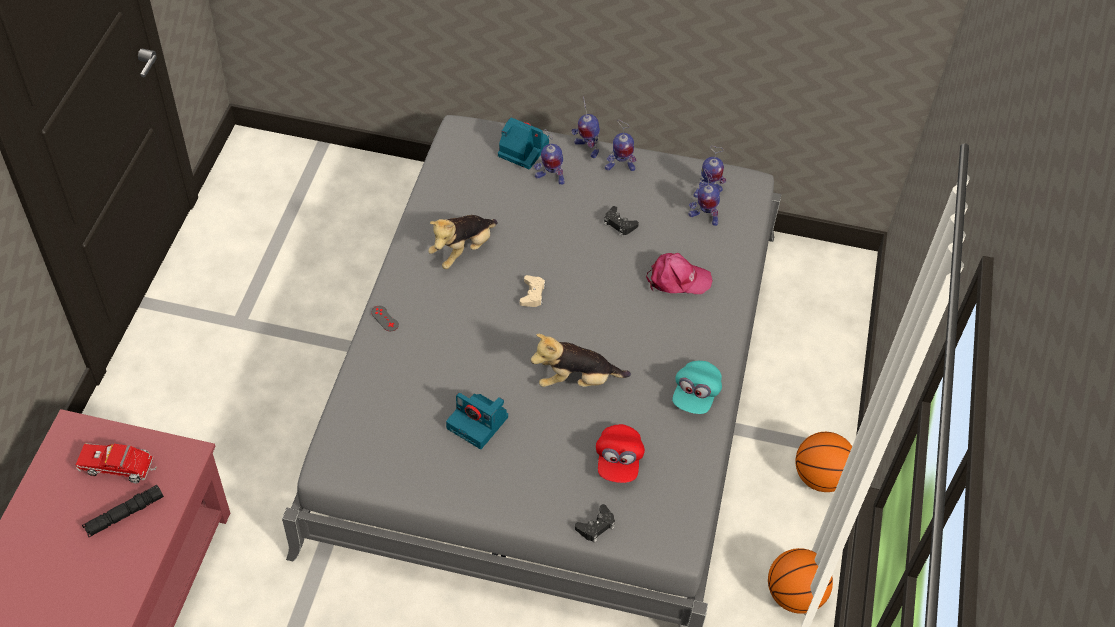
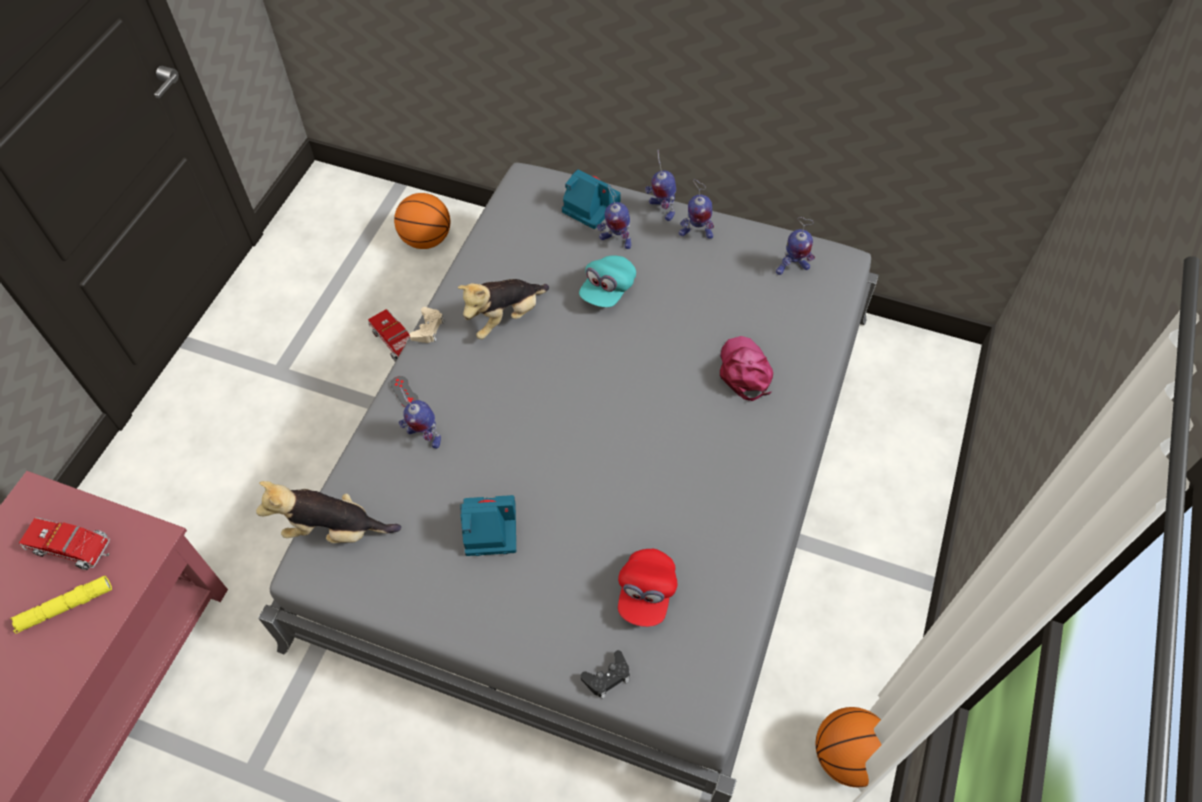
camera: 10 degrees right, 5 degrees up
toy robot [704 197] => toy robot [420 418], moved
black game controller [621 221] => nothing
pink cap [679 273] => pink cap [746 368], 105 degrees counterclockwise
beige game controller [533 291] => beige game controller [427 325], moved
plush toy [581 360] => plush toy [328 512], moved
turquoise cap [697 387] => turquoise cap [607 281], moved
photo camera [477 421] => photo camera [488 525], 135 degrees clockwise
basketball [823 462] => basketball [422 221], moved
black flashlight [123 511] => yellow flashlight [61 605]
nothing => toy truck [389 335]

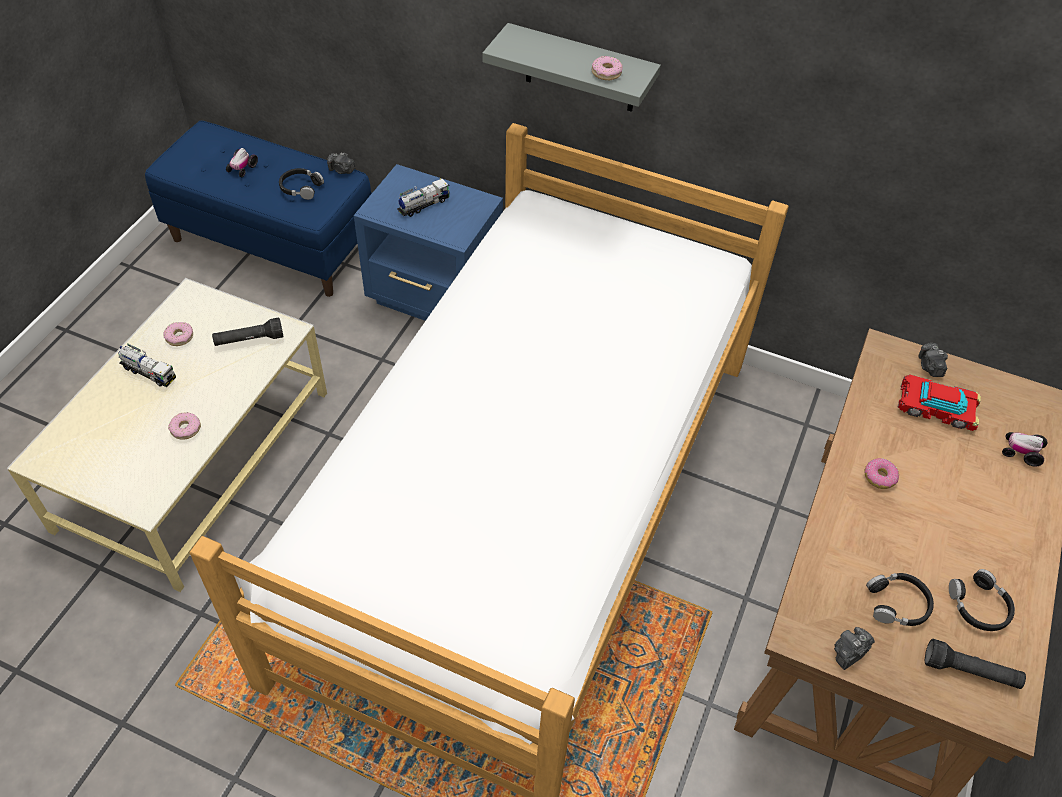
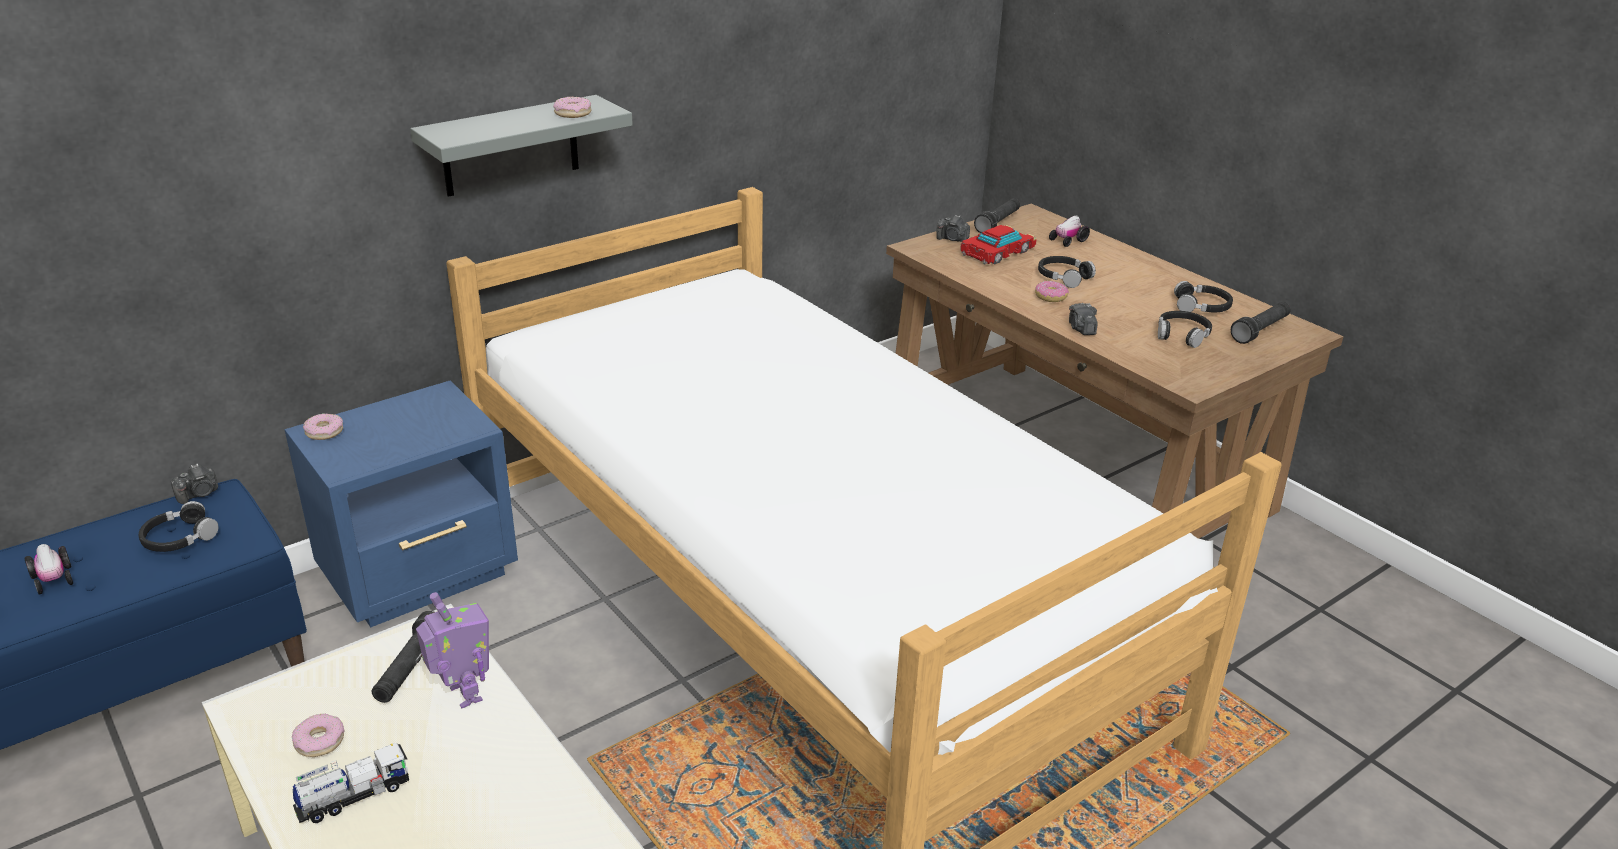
camera: 60 degrees left, 20 degrees down
toy truck [423 197] => nothing
donut [184 426] => donut [323 426], moved
photo camera [854 648] => photo camera [1083 319], moved
nothing => black flashlight [997 215]
nothing => black headphones [1067 272]
nothing => toy robot [452 650]

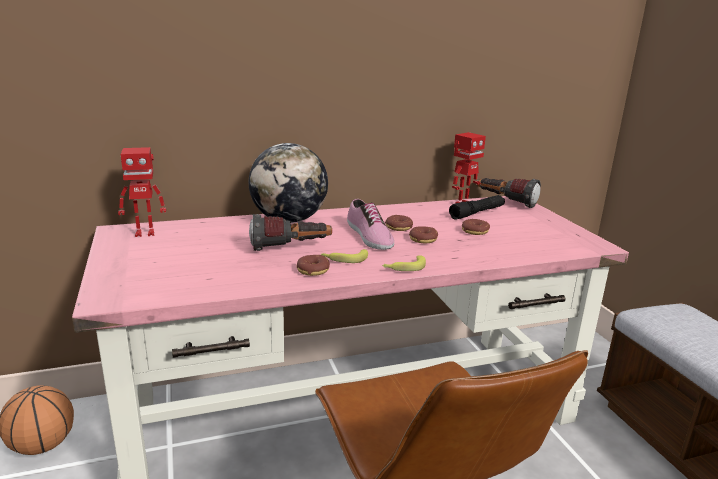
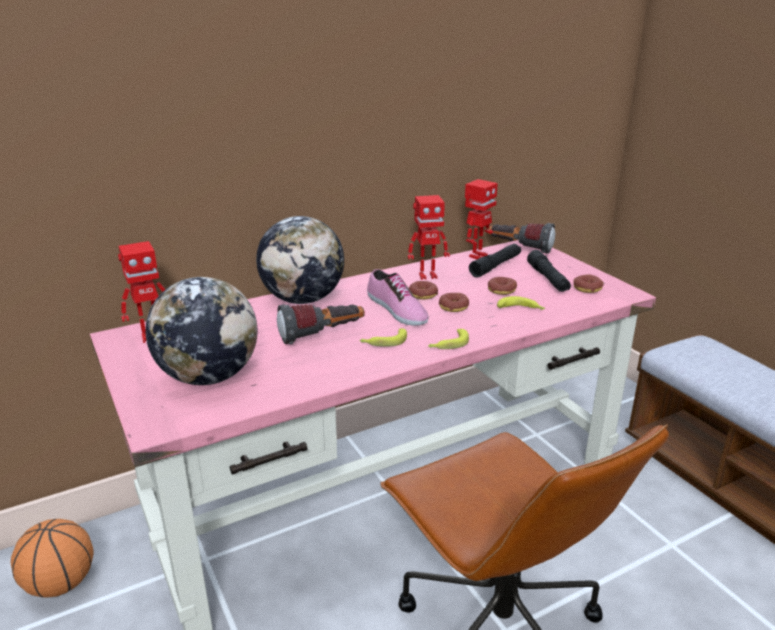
camera: 10 degrees left, 5 degrees up
donut [313 265] => donut [588 283], moved
nothing => toy robot [429 237]
nothing => black flashlight [549 271]
nothing => globe [201 331]
nothing => banana [521 303]

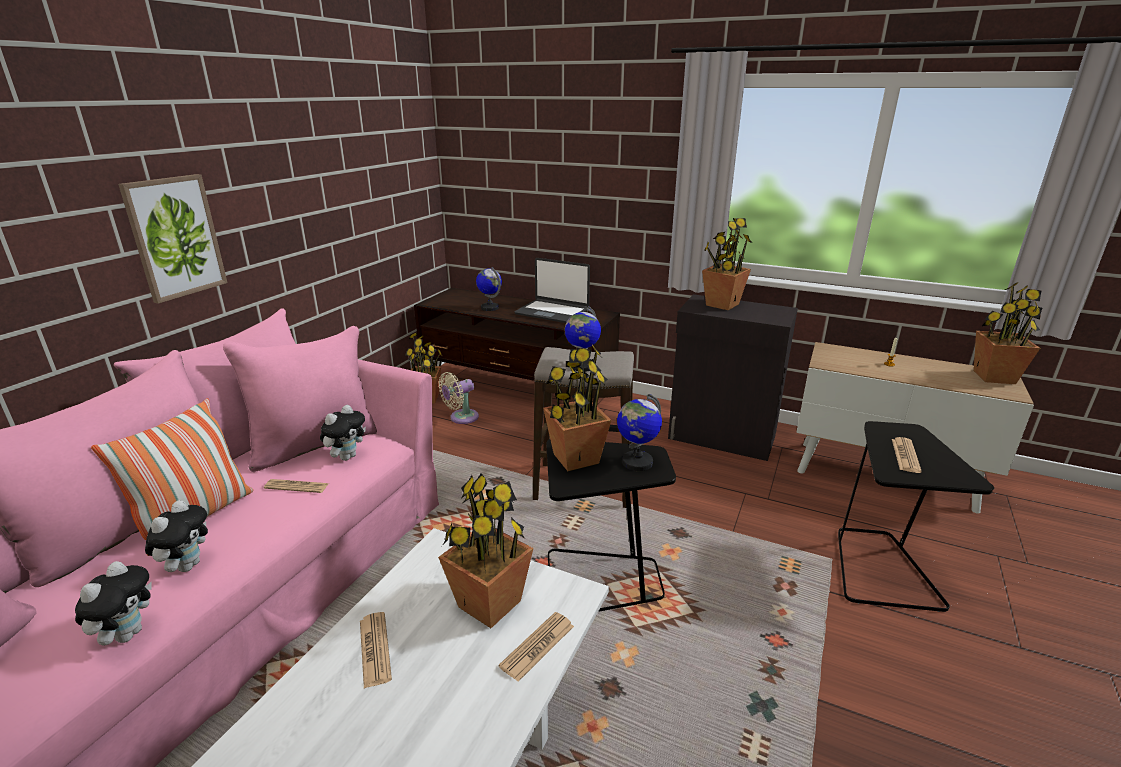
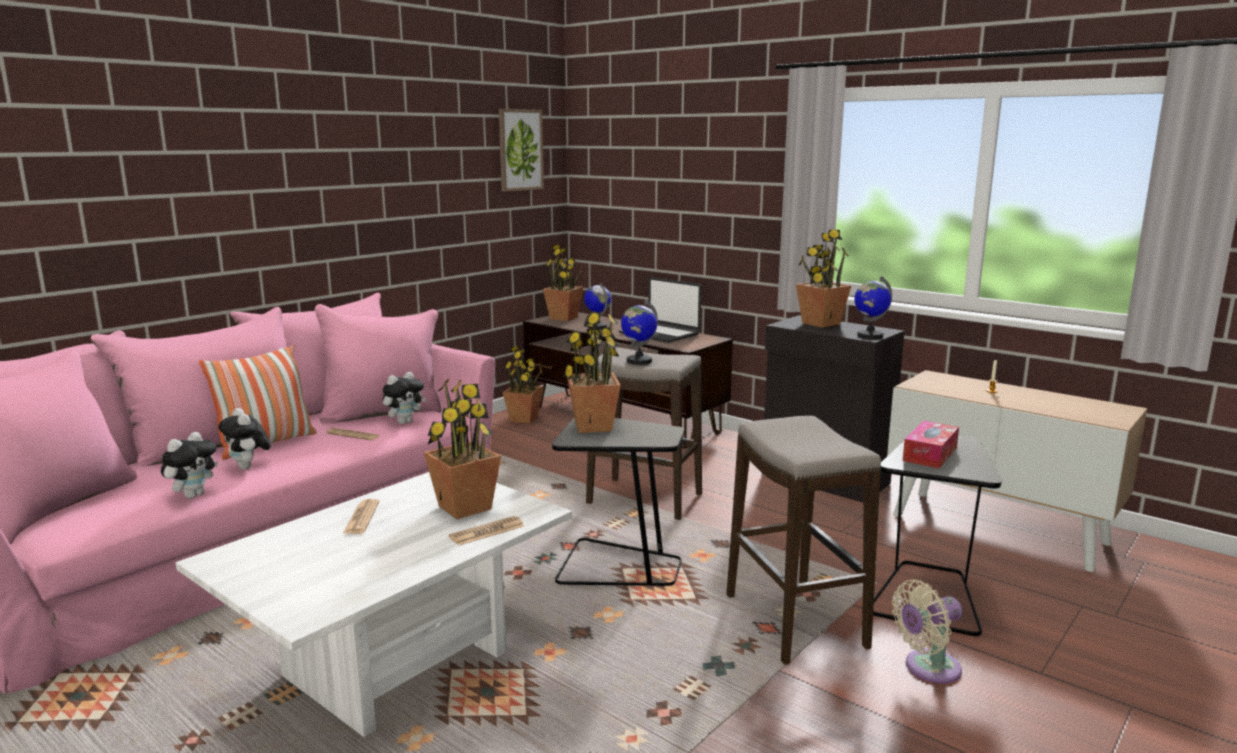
camera: 15 degrees right, 10 degrees down
picture [172 239] => picture [521 150], moved
potted plant [1008 333] => potted plant [563 283], moved
beige fan [459 398] => beige fan [927 632], moved
globe [639 432] => globe [873 307], moved
newspaper [907 455] => tissue box [931 444]
plush toy [176 536] => plush toy [244 439], 120 degrees clockwise
nothing => stool [803 540]

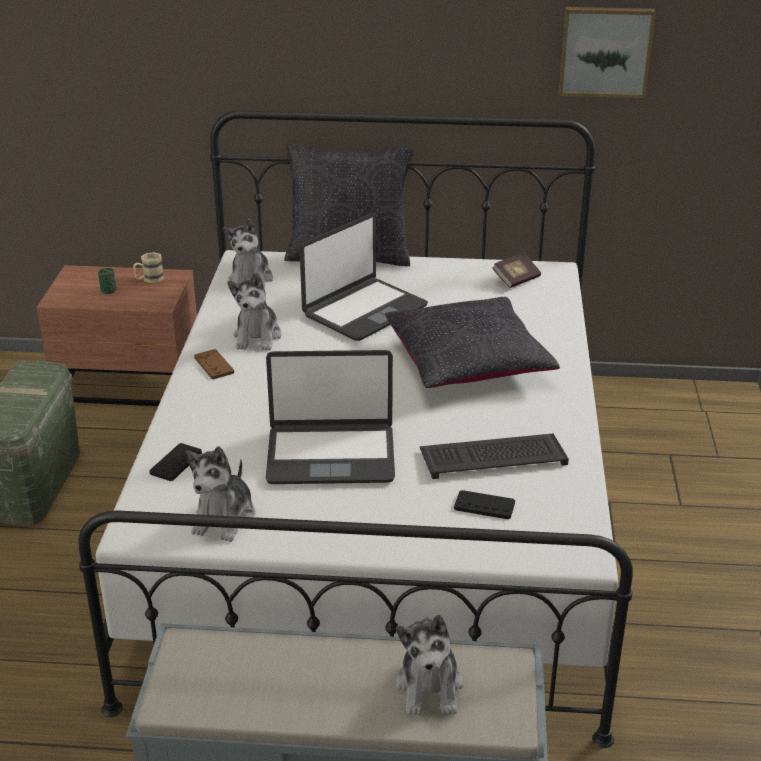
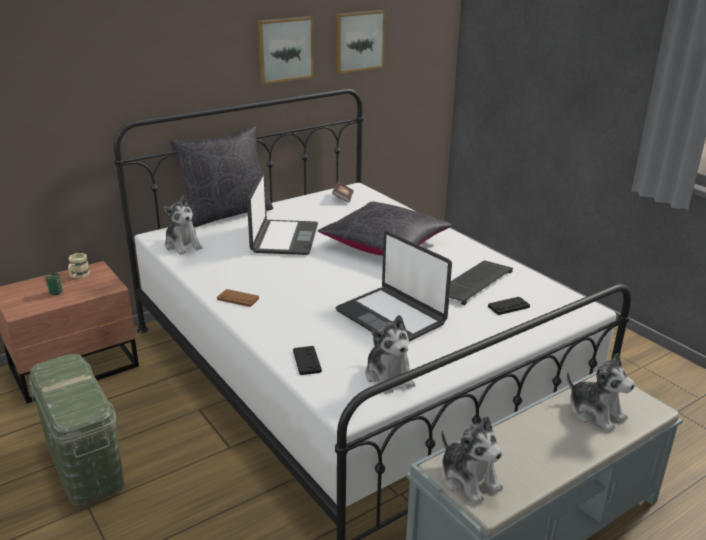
camera: 40 degrees left, 5 degrees down
plush toy [254 311] => plush toy [472 460], moved
laptop [330 417] => laptop [393 286], 90 degrees clockwise
nothing => picture [285 50]

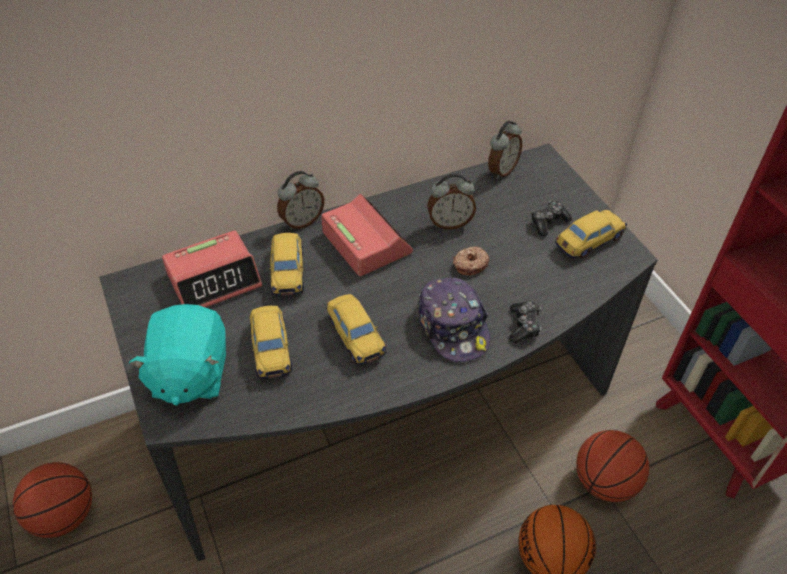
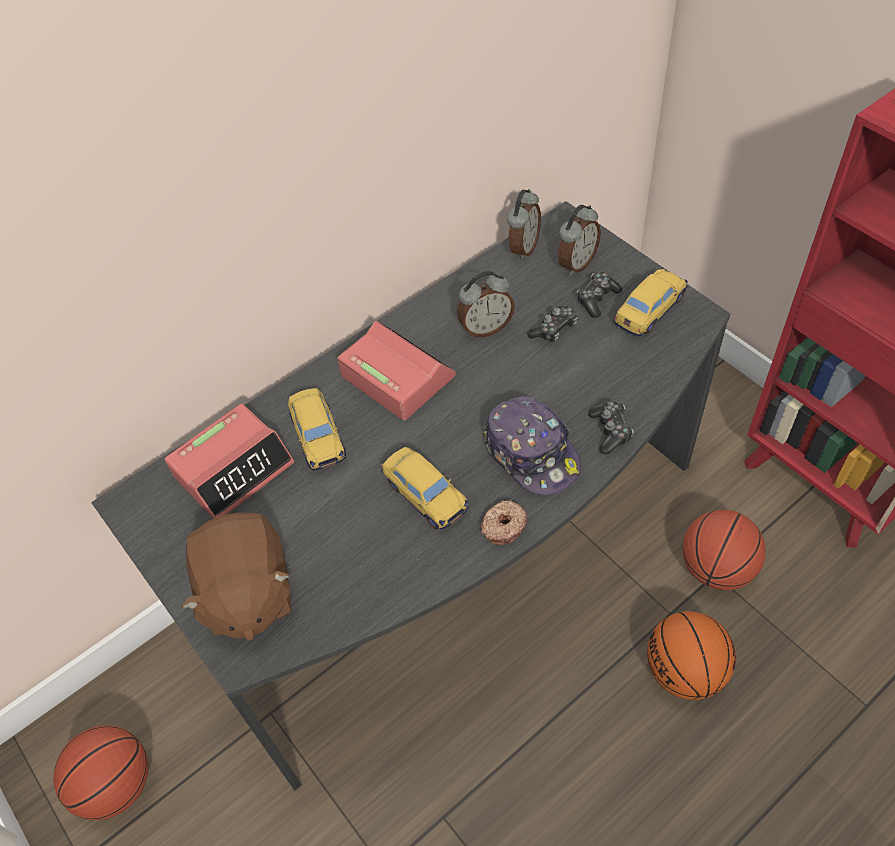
camera: 10 degrees left, 5 degrees up
alarm clock [300 200] => alarm clock [579 240], moved
donut [471 260] => donut [504 522], moved
turquoise plush toy [177 355] => brown plush toy [237 576]
toy car [271 342] => nothing
nothing => game controller [552 324]

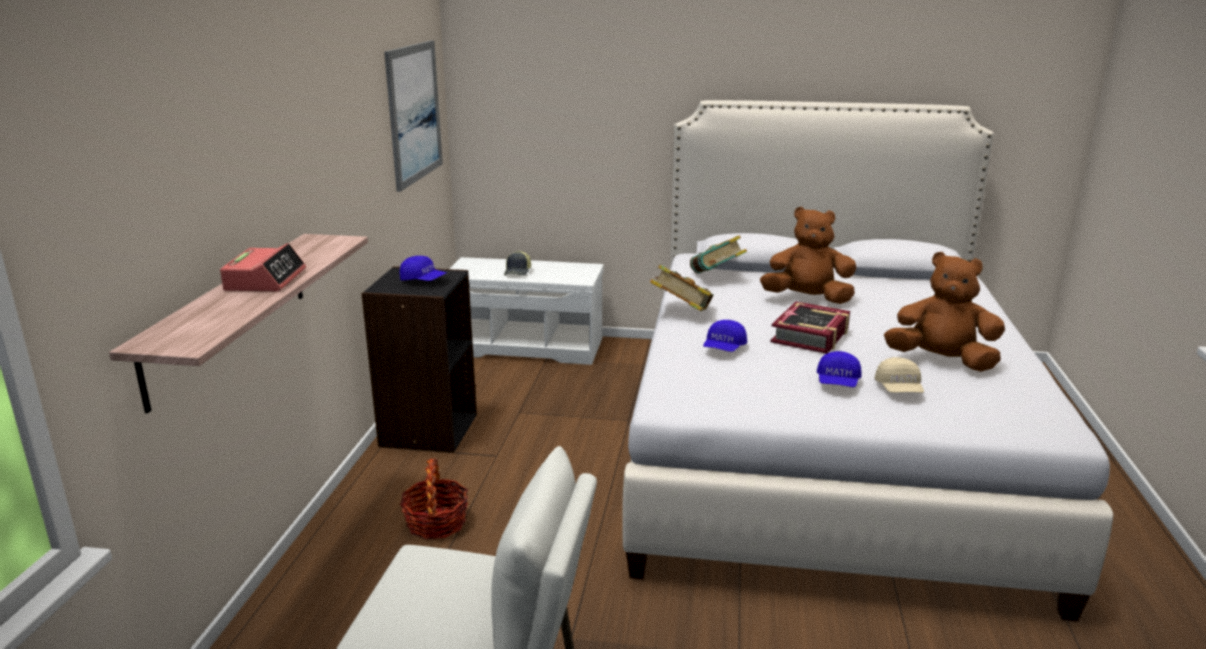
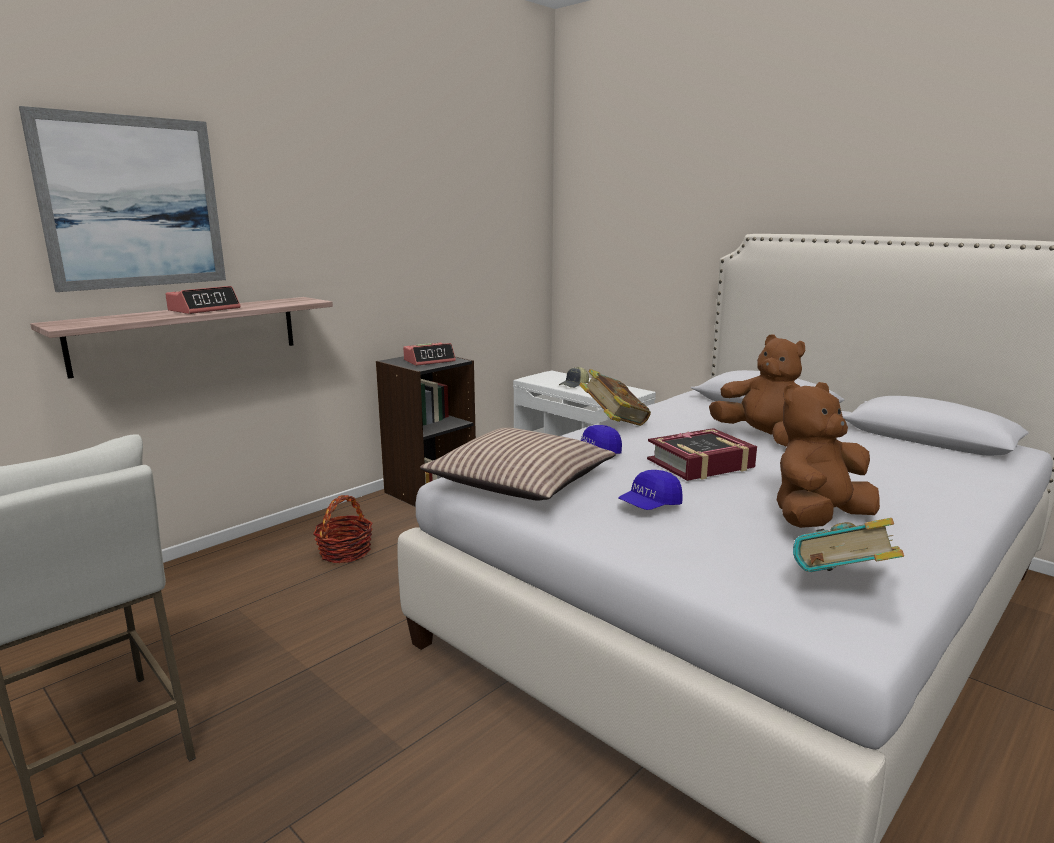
camera: 35 degrees right, 5 degrees down
picture [413 116] => picture [122 199], moved
book [718 254] => book [848 545], moved
brown plush toy [944 312] => brown plush toy [828 455], 90 degrees counterclockwise
blue cap [423 268] => alarm clock [429 354]
beige cap [899 375] => nothing
nothing => pillow [518 464]

